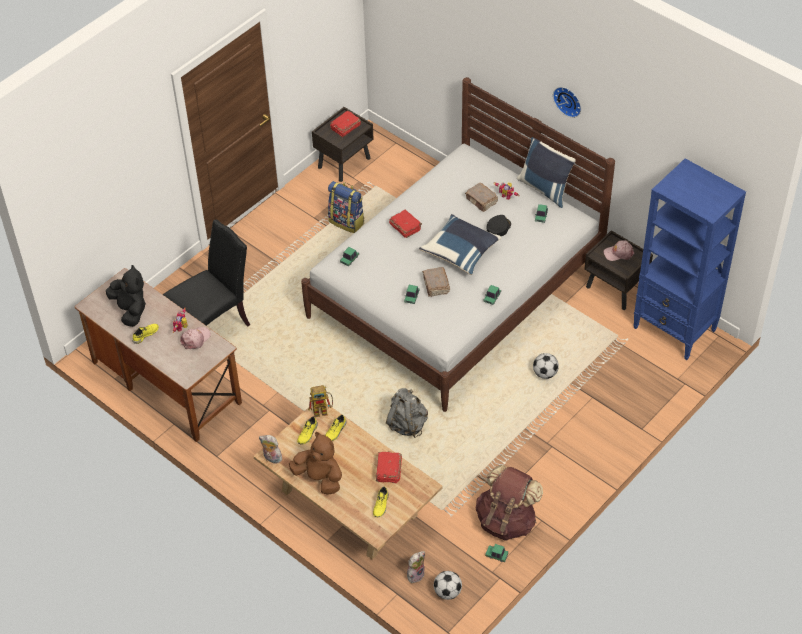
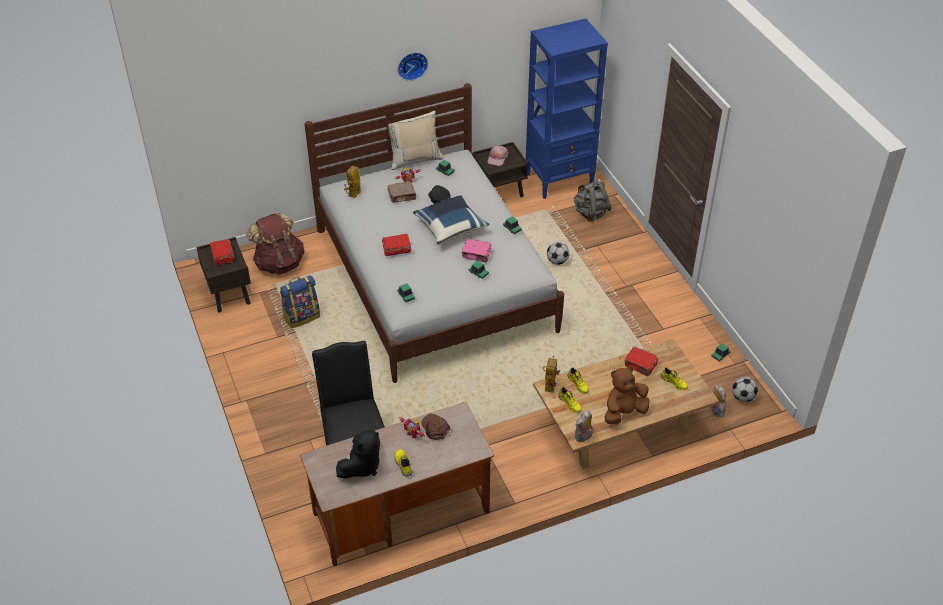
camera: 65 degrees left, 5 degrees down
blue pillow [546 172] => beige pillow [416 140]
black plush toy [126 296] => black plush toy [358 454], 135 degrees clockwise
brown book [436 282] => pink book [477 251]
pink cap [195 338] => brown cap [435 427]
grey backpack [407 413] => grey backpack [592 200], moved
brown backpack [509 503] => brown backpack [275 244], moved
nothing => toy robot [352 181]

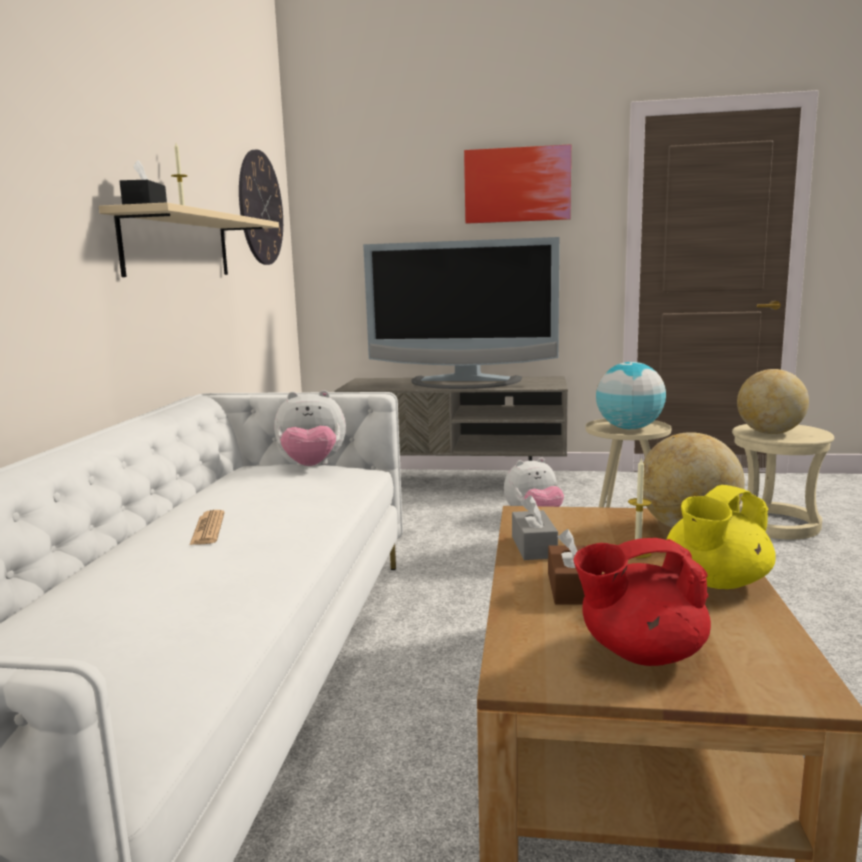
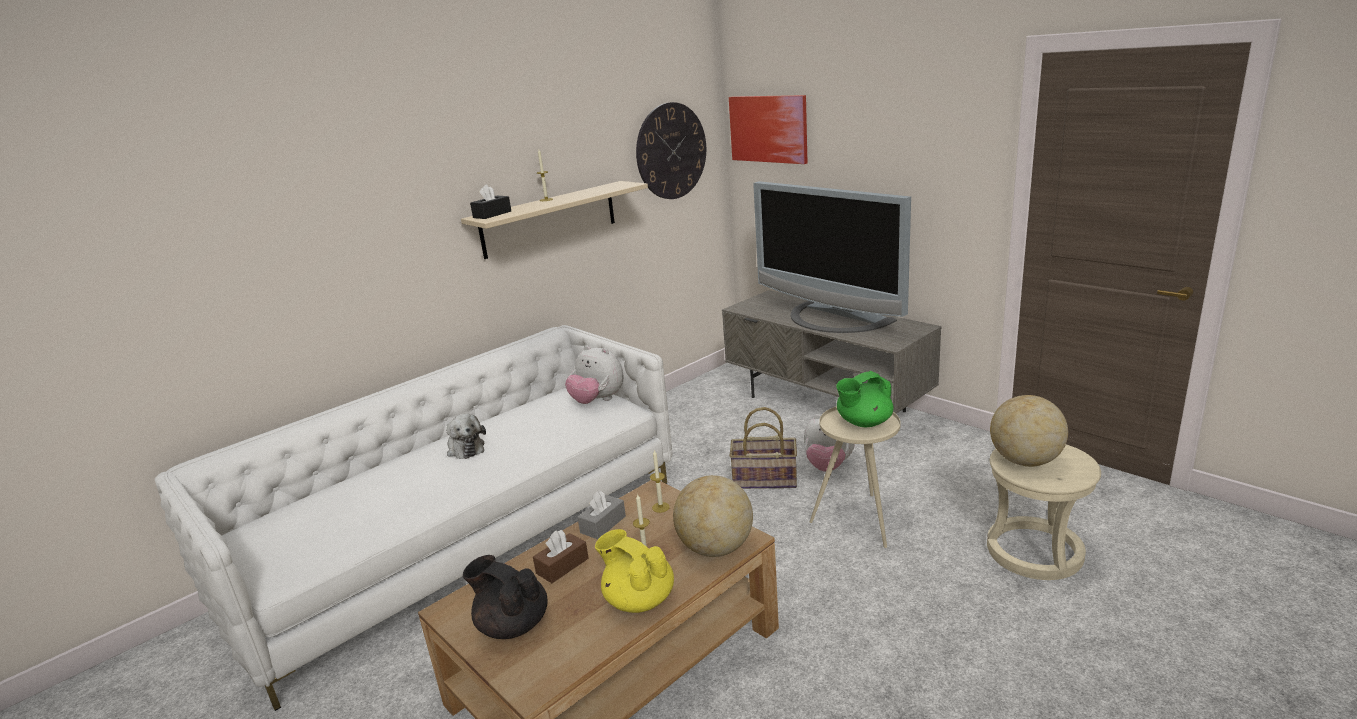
camera: 40 degrees right, 10 degrees up
picture [517 184] => picture [768 129], moved
globe [631 395] => green teapot [865 399]
yellow teapot [721 537] => yellow teapot [634 571], 45 degrees clockwise
newspaper [207 527] => plush toy [466 436]
red teapot [642 602] => black teapot [505 597]
nothing => basket [763 448]
nothing => candle [660 481]

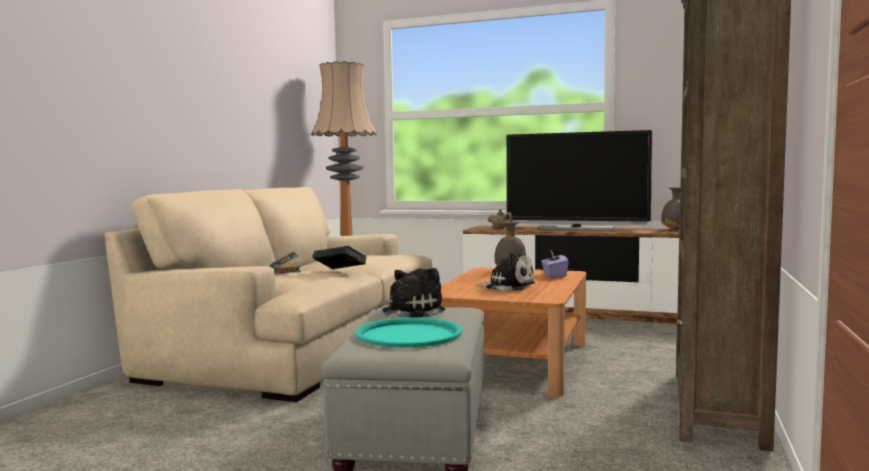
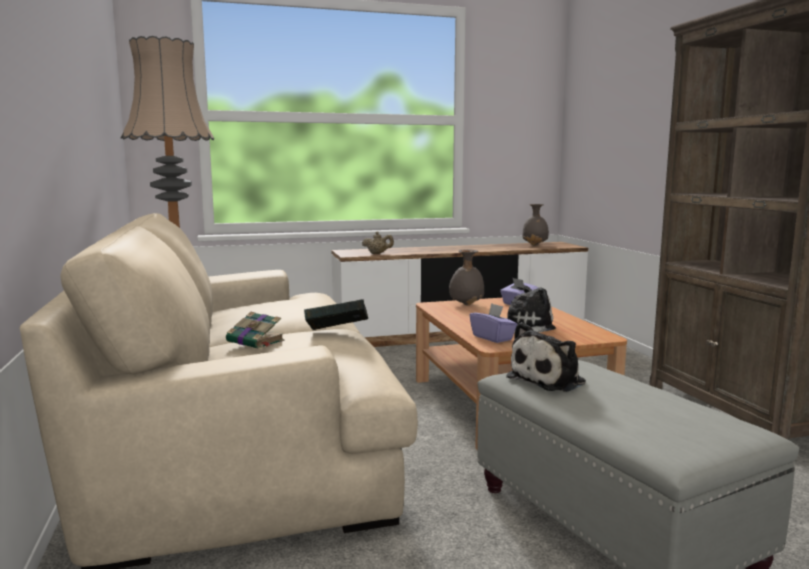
camera: 35 degrees left, 5 degrees up
television [579 180] => nothing
plush toy [413 294] => plush toy [546 357], 135 degrees counterclockwise
turquoise tray [409 333] => nothing
nothing => purple tissue box [493 323]

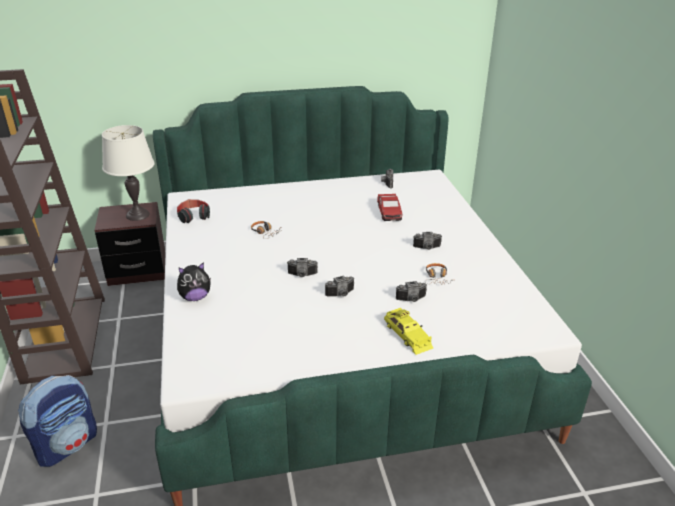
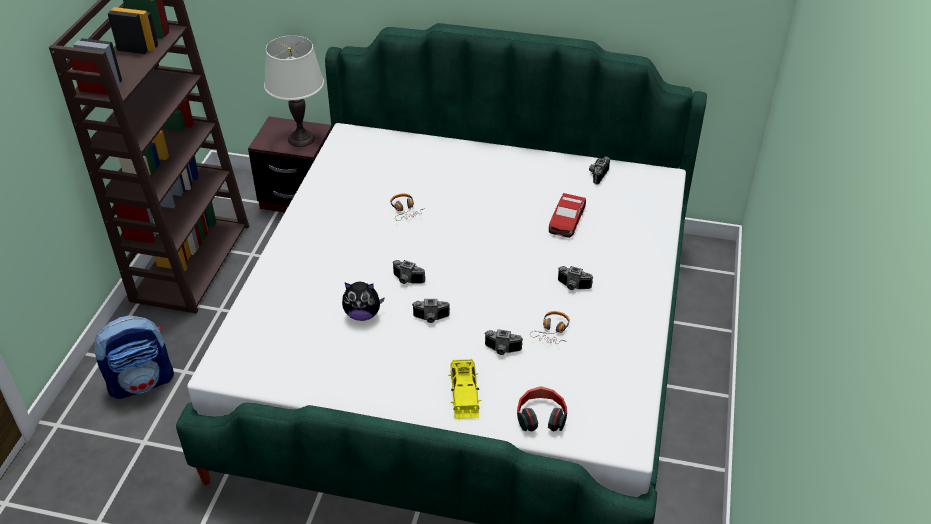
camera: 25 degrees right, 10 degrees up
headphones [193 211] => headphones [542 408], moved
plush toy [194 281] => plush toy [363 301], moved

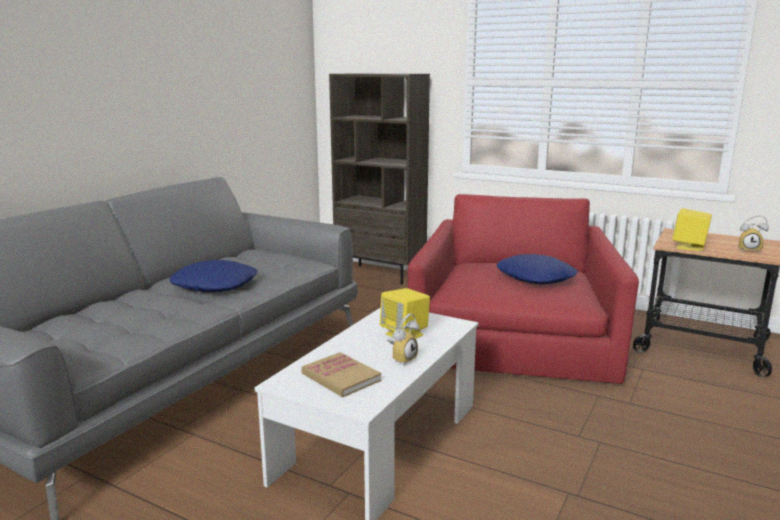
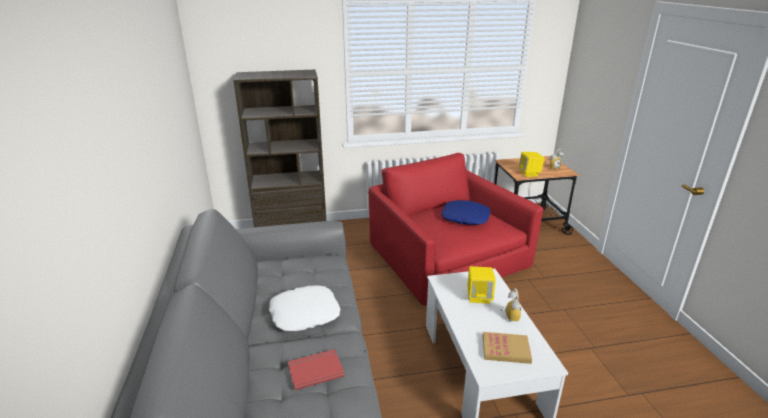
camera: 40 degrees left, 10 degrees up
blue pillow [213 276] => white pillow [304 308]
nothing => red book [316 369]

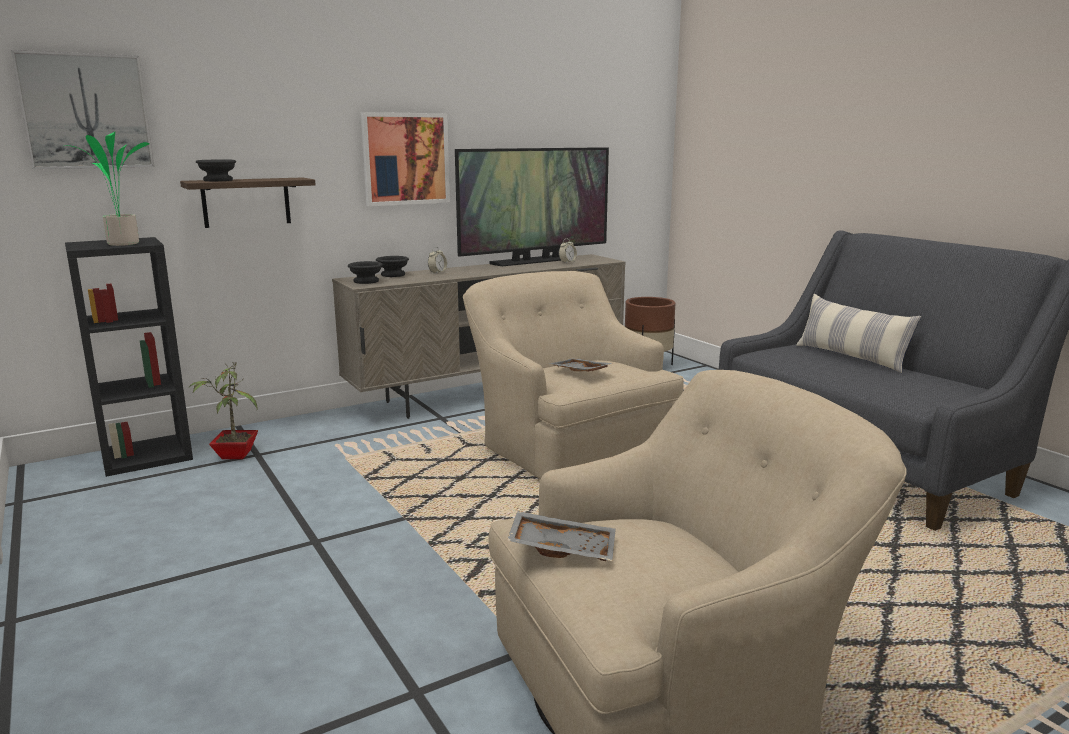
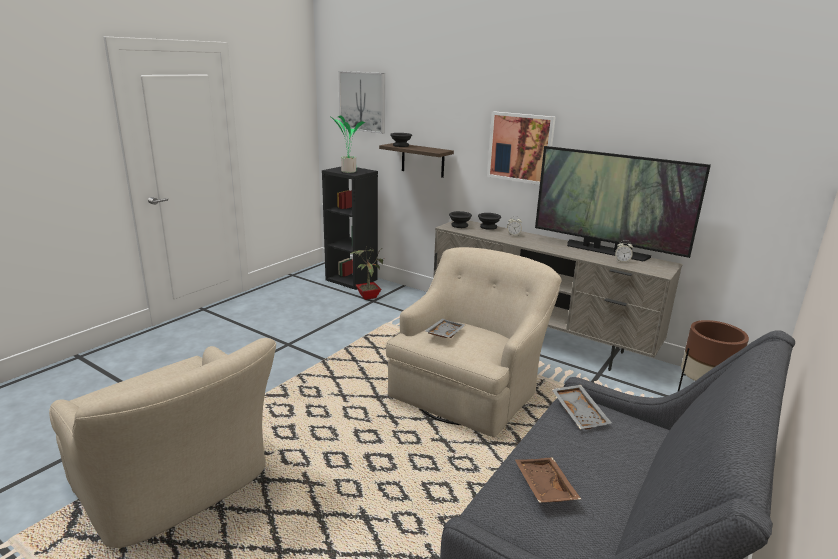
camera: 65 degrees right, 5 degrees up
pillow [858 333] => nothing
grey tray [561 536] => grey tray [582 407], moved
nothing => brown tray [548 480]

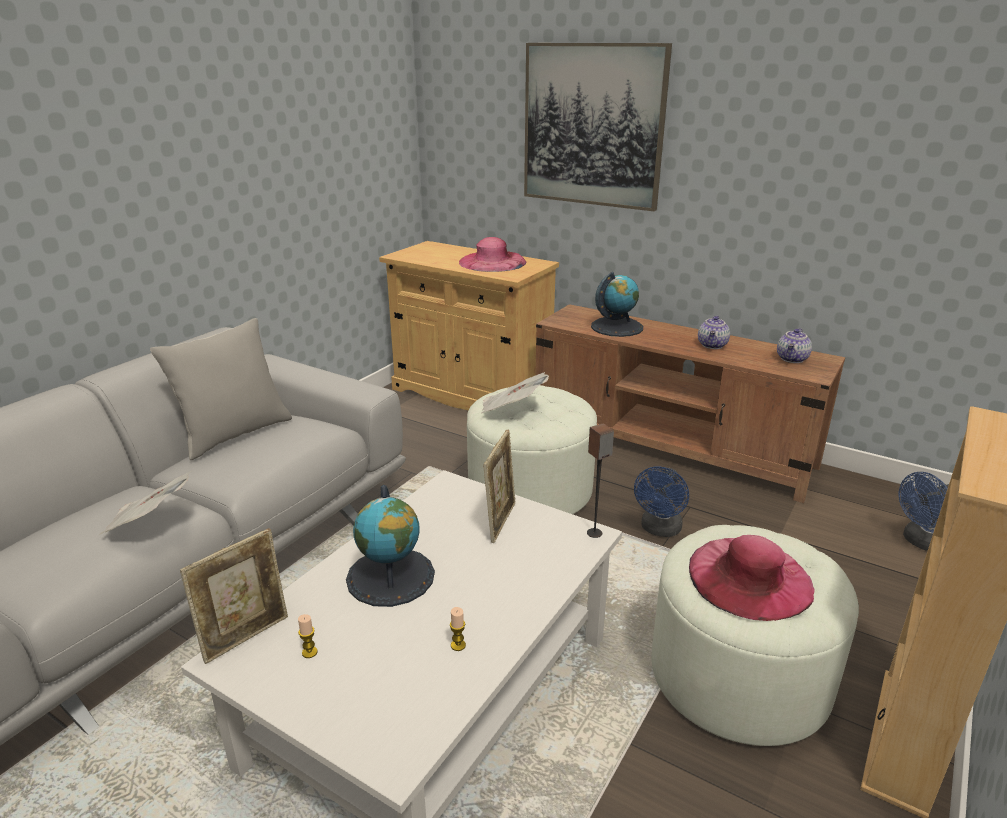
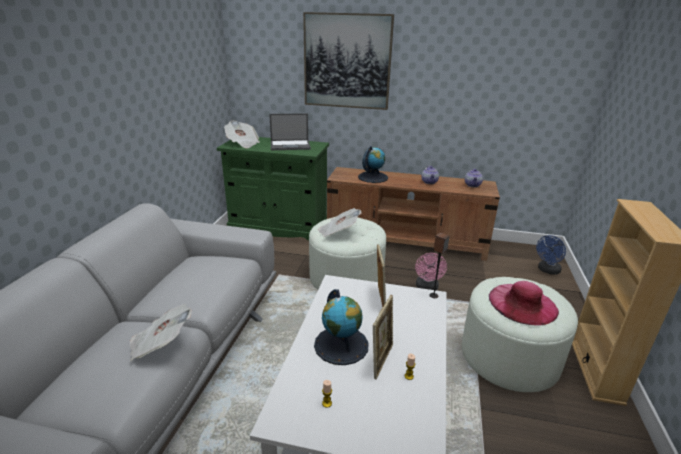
camera: 20 degrees left, 0 degrees up
pink hat [493 254] => laptop [290 131]
beige cabinet [469 325] => green cabinet [273 189]
grey pillow [221 389] => nothing
blue fan [661 501] => pink fan [431 271]
picture frame [234 596] => picture frame [383 337], moved
nothing => newspaper [242 134]

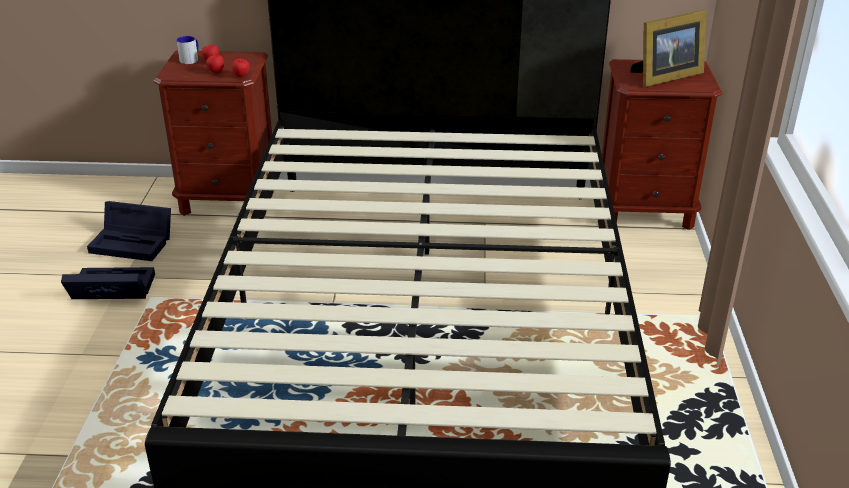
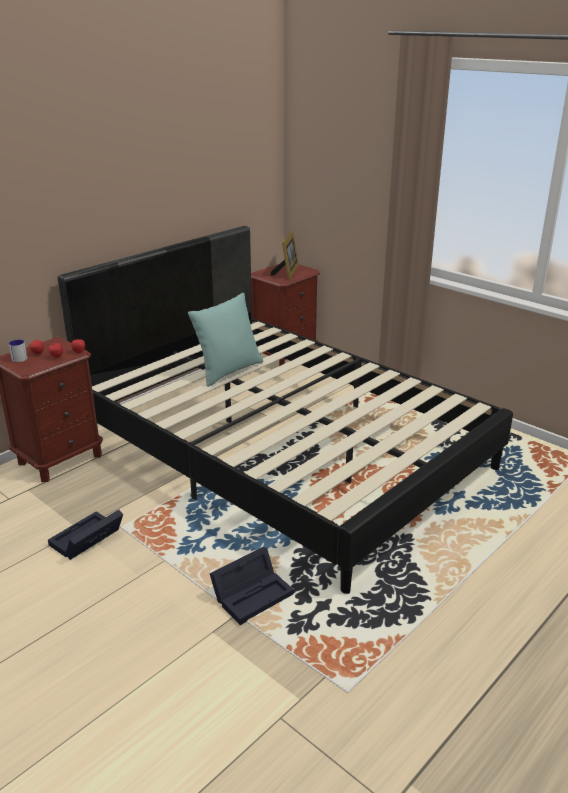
camera: 50 degrees left, 5 degrees down
black storage box [129 231] => black storage box [252 586], moved
nothing => turquoise pillow [225 340]

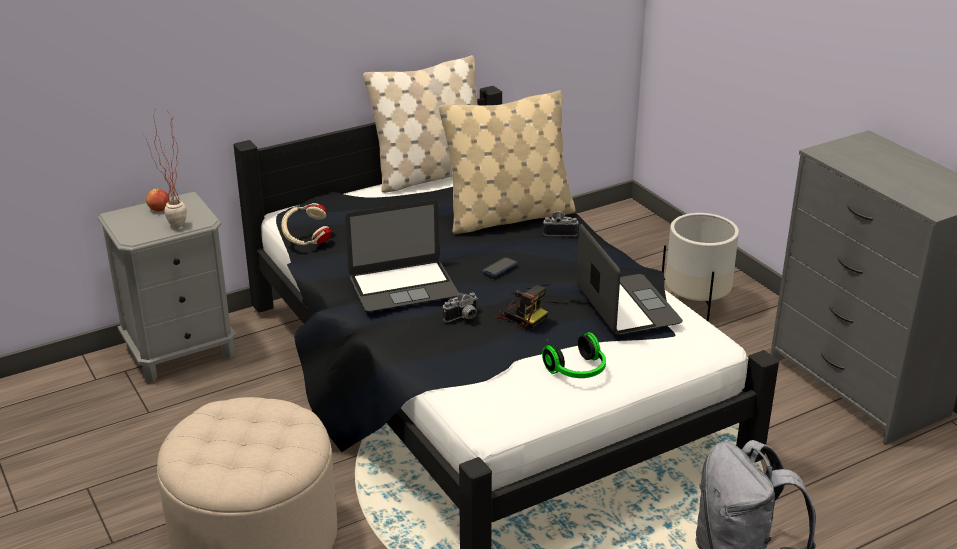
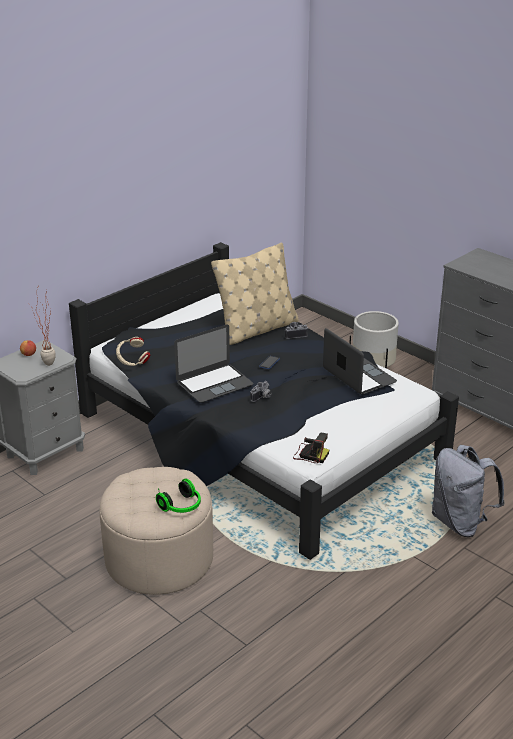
camera: 15 degrees left, 0 degrees up
beige pillow [420 124] => nothing
photo camera [521 306] => photo camera [311 448], moved
headphones [574 355] => headphones [178 495], moved

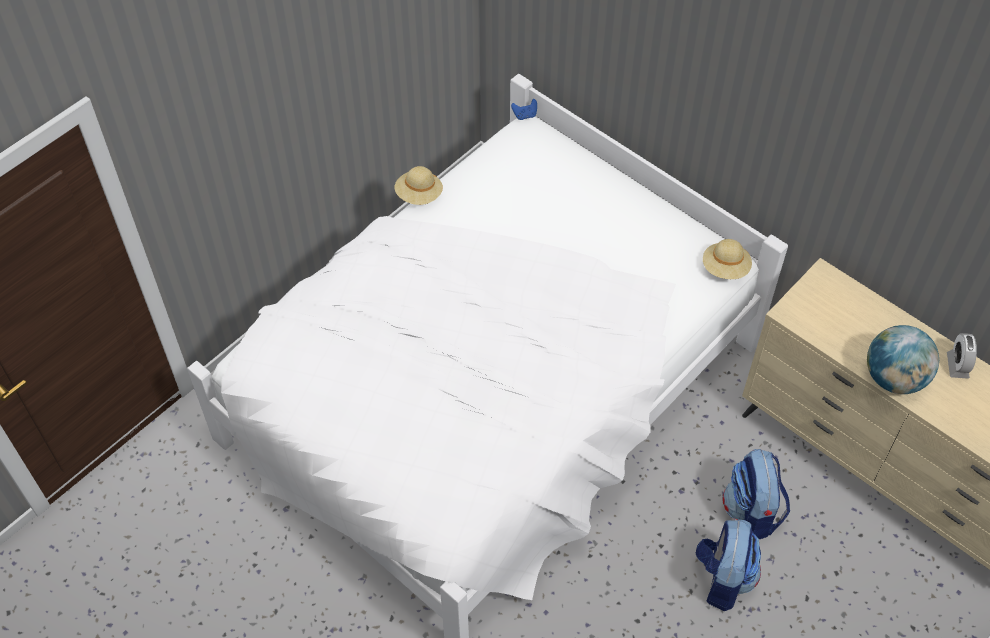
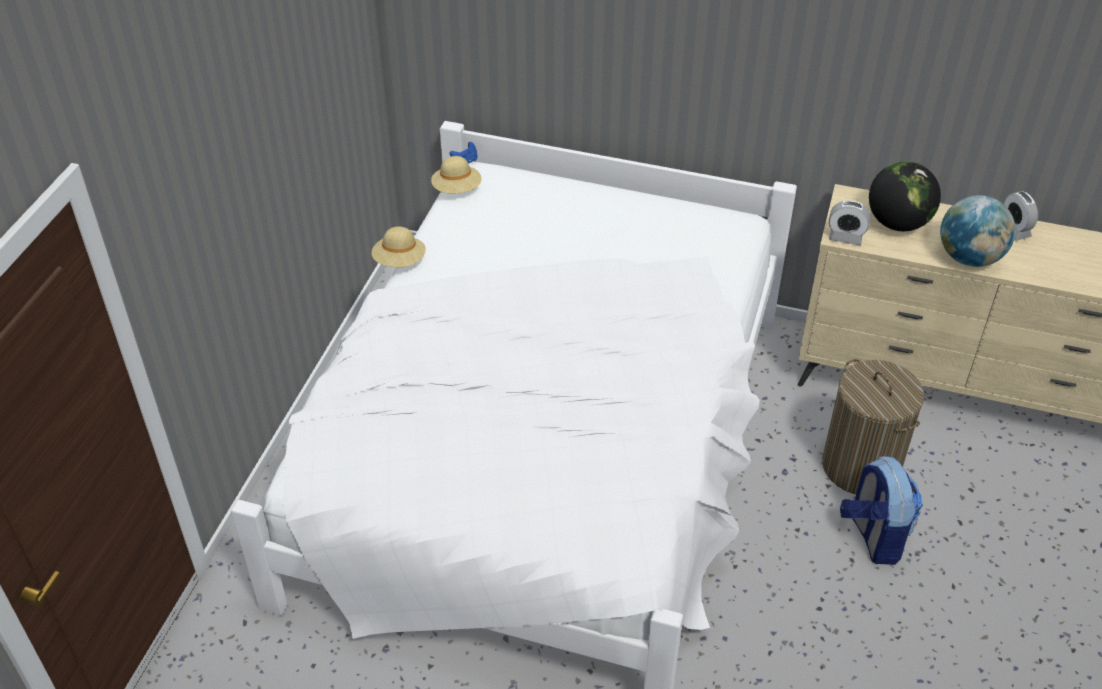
camera: 25 degrees left, 10 degrees down
beige hat [727 259] => beige hat [456 175], moved
backpack [756 494] => laundry basket [873 427]
nothing => globe [905 196]
nothing => alarm clock [850 222]

